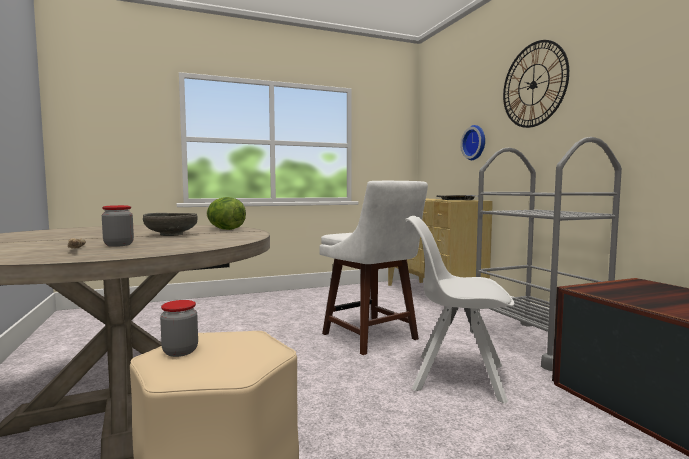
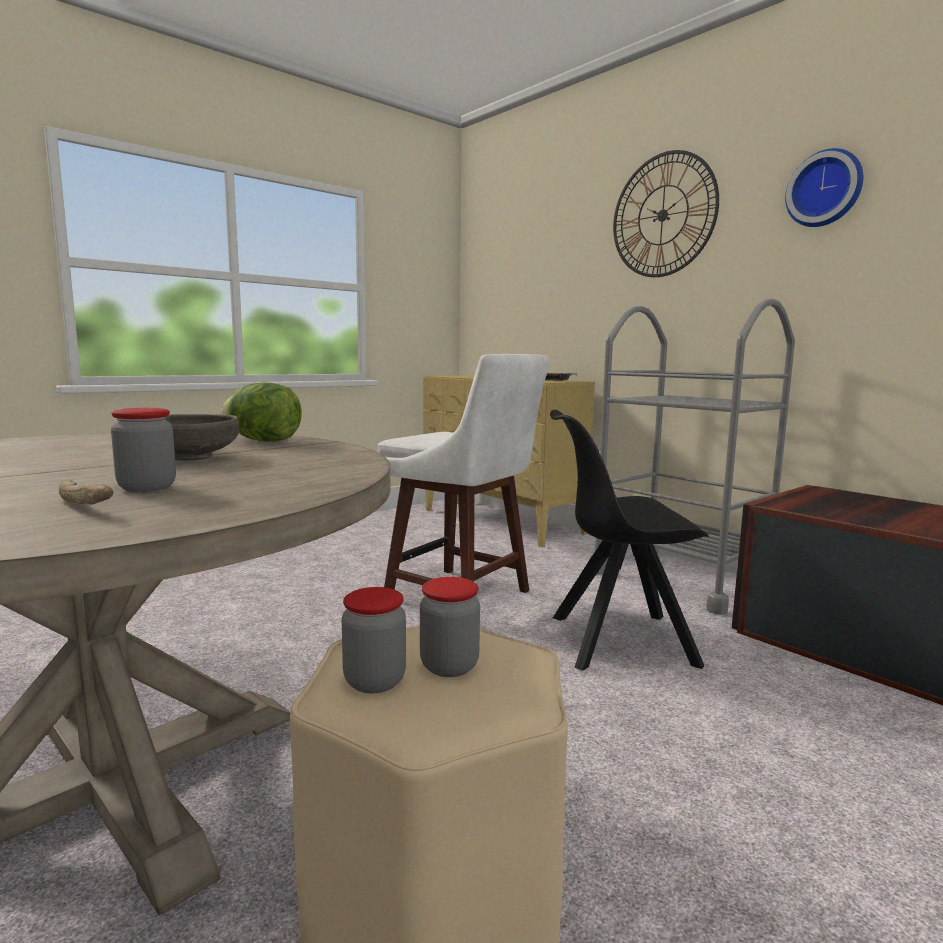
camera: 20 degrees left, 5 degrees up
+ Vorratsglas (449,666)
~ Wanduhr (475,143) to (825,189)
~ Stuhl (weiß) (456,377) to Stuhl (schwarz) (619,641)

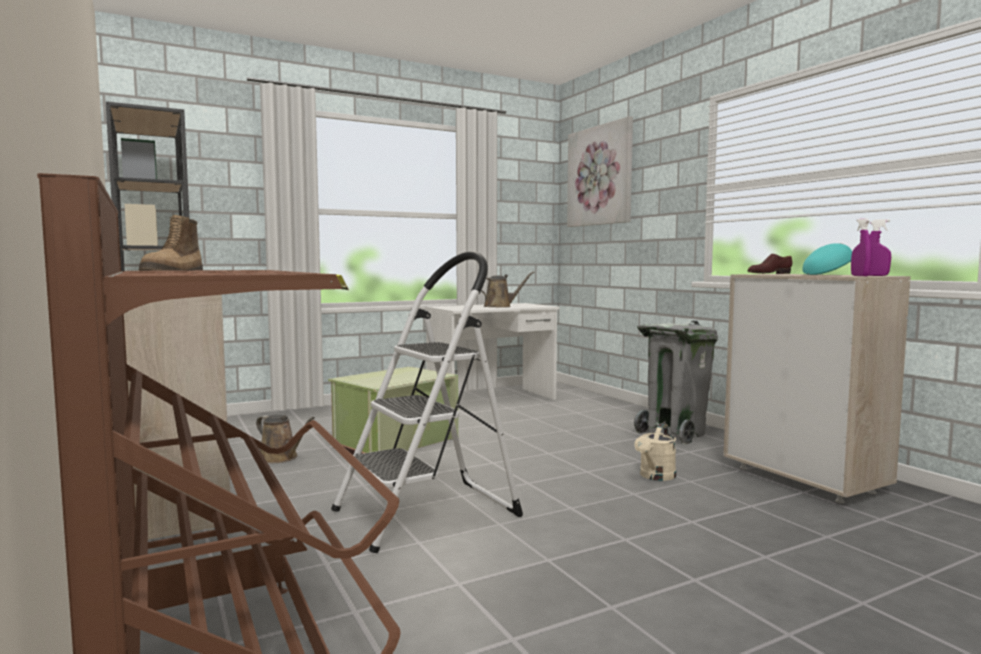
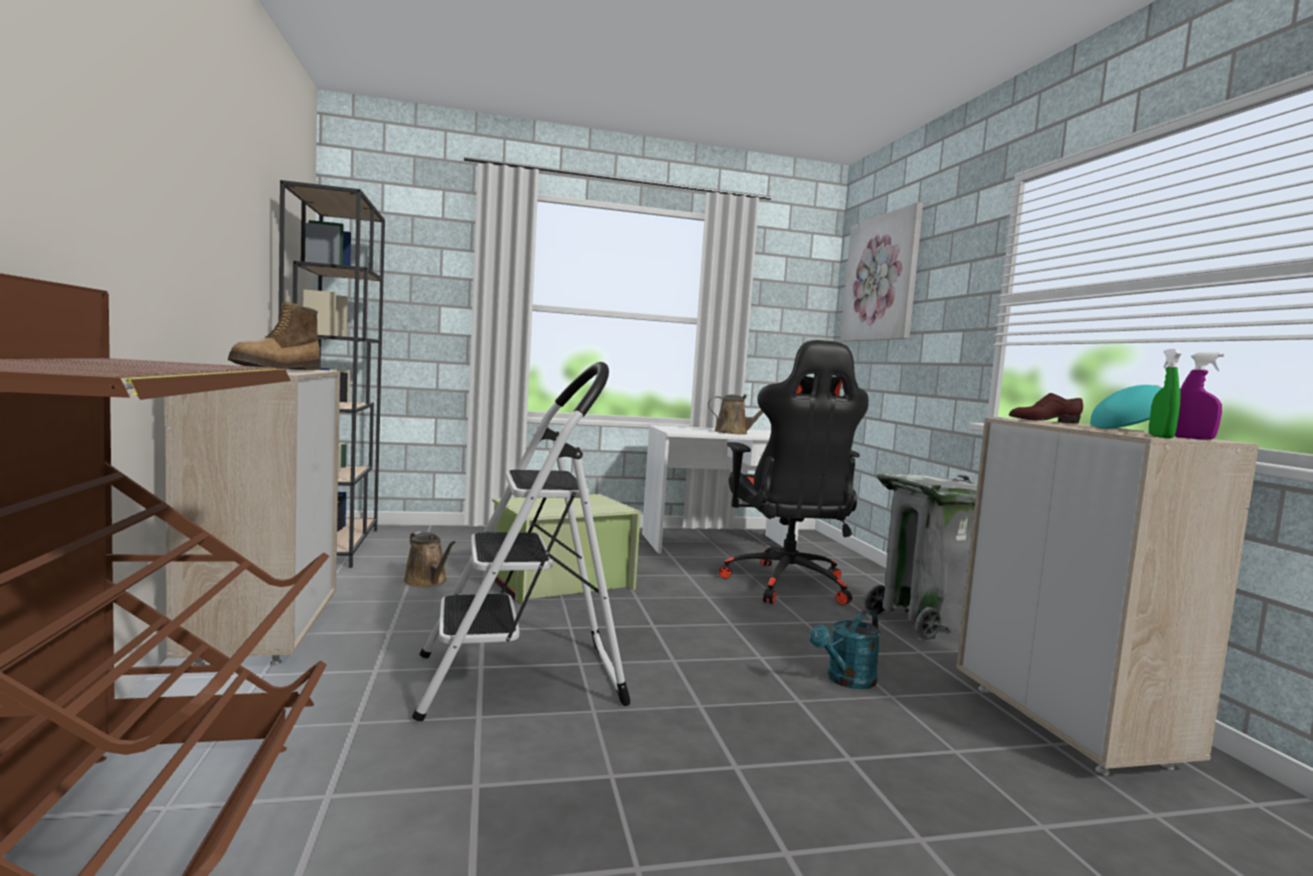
camera: 15 degrees right, 0 degrees up
+ Bürostuhl (schwarz) (783,581)
~ Gießkanne (beige) (655,477) to Gießkanne (türkis) (846,681)
~ Sprühflasche (lila) (860,276) to Sprühflasche (grün) (1160,437)

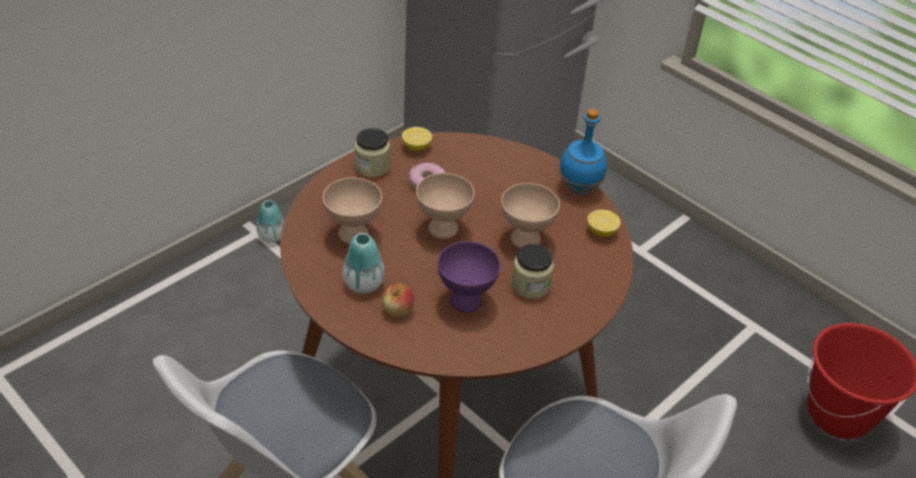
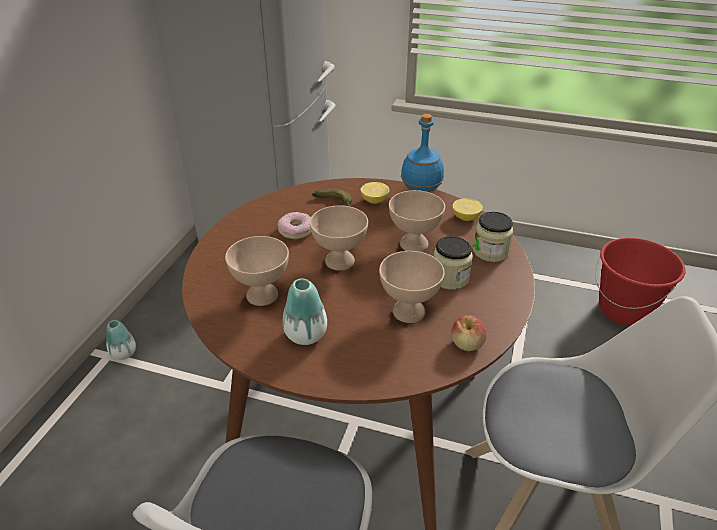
camera: 25 degrees left, 5 degrees down
+ Banane (335,203)
~ Vorratsglas (372,167) to (490,251)
~ Apfel (398,310) to (467,344)
~ Zitrone (416,147) to (374,201)
~ Schüssel (lila) (465,301) to Schüssel (beige) (409,312)

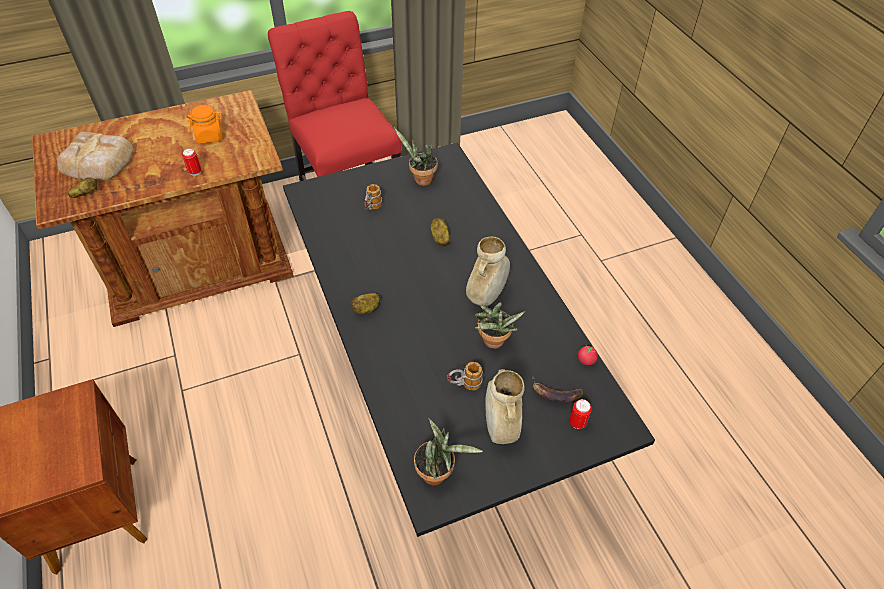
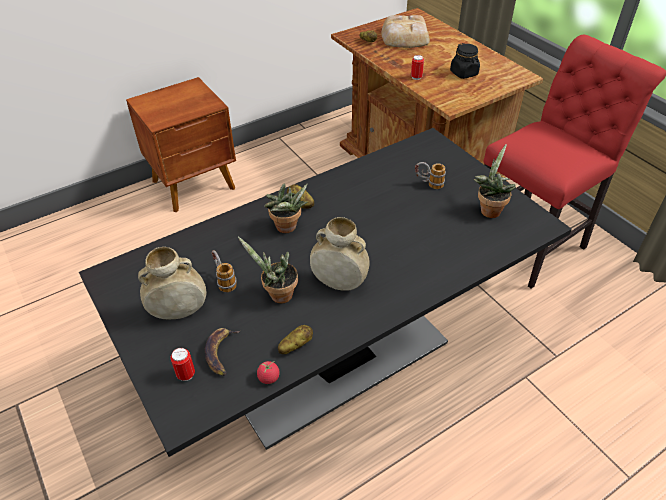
camera: 80 degrees right, 5 degrees down
~ Topfpflanze (438,473) to (287,229)
~ Kartoffel (439,238) to (295,346)
~ Vorratsglas (orange) (210,136) to Vorratsglas (schwarz) (464,73)

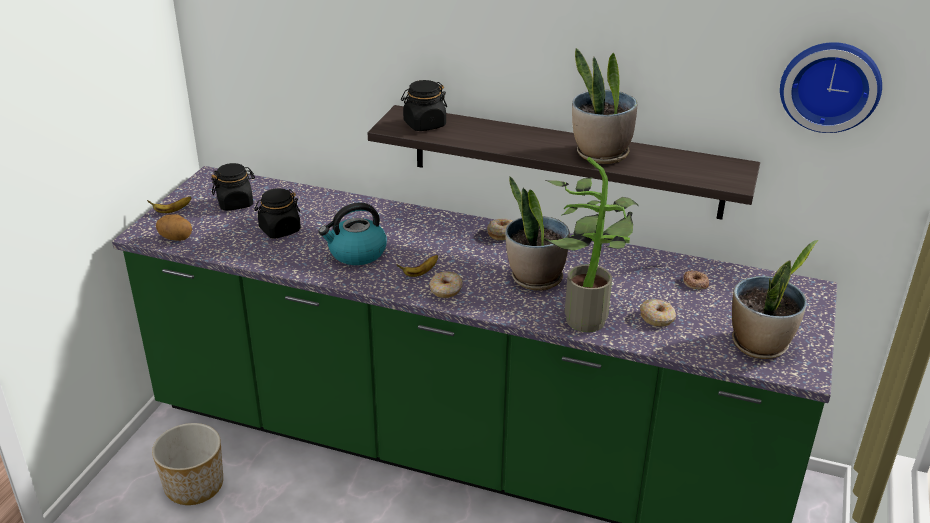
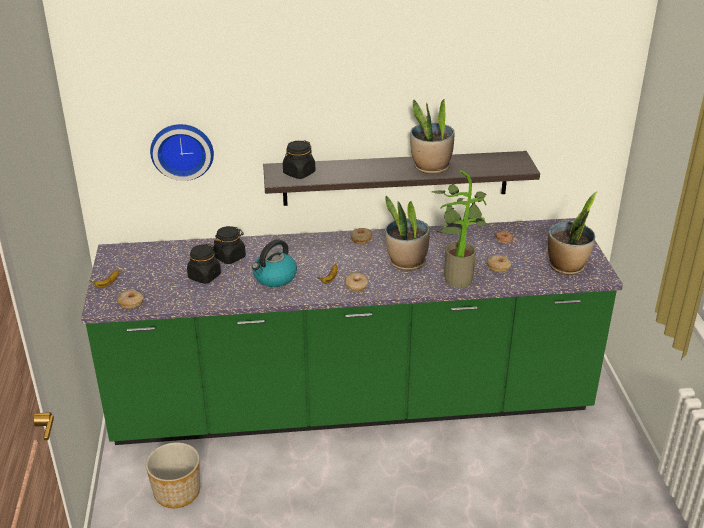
camera: 25 degrees left, 0 degrees up
~ Vorratsglas (schwarz) (235,203) to (230,257)
~ Wanduhr (830,85) to (182,150)
~ Kartoffel (176,238) to Donut (131,302)

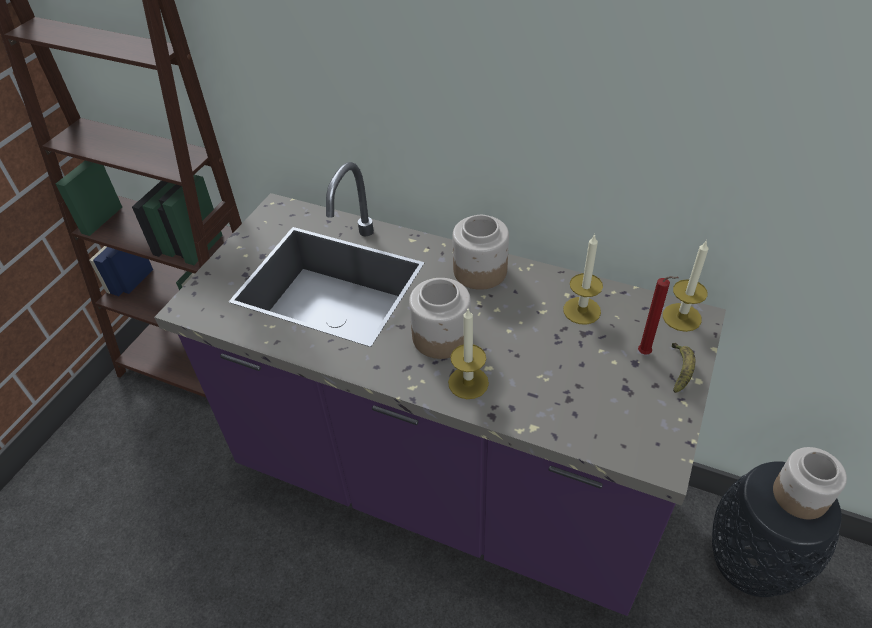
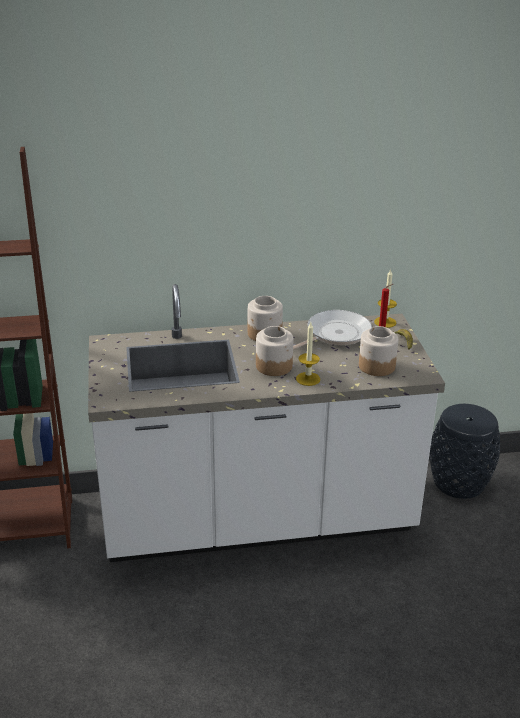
camera: 35 degrees left, 15 degrees down
~ Vorratsglas (799,495) to (376,366)
~ Kerze (582,310) to Pfanne (335,334)
~ Küchenzeile (lila) (445,485) to Küchenzeile (weiß) (258,521)

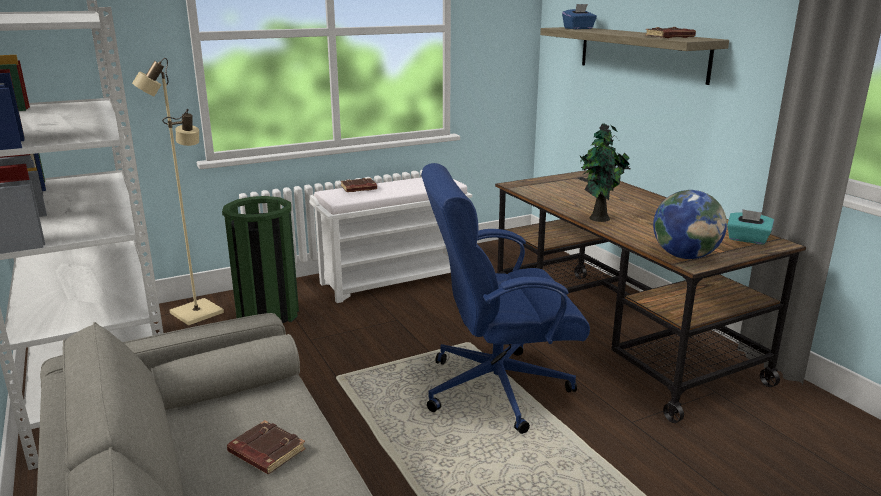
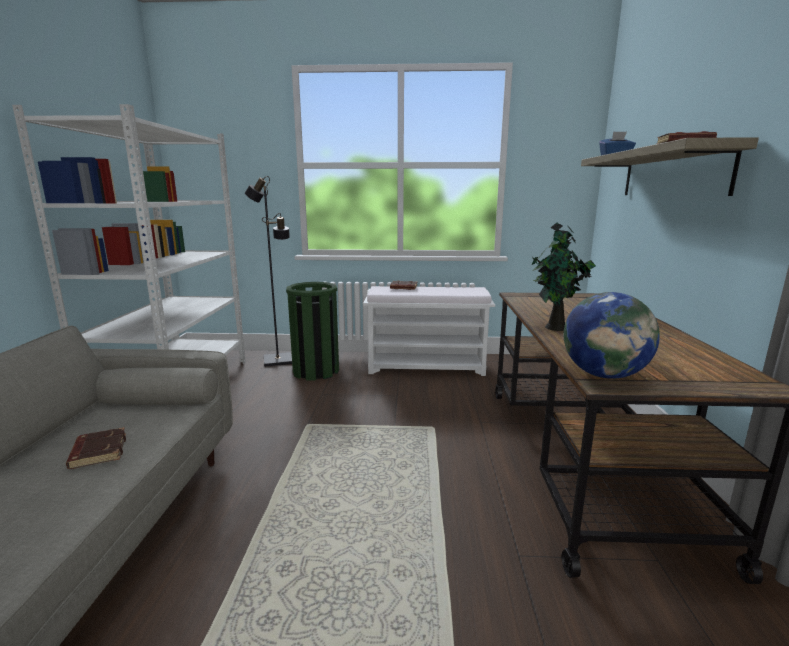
camera: 30 degrees right, 5 degrees down
- Bürostuhl (blau) (497,388)
- Taschentuchbox (türkis) (747,239)
~ Stehlampe (beige) (197,313) to Stehlampe (schwarz) (278,360)

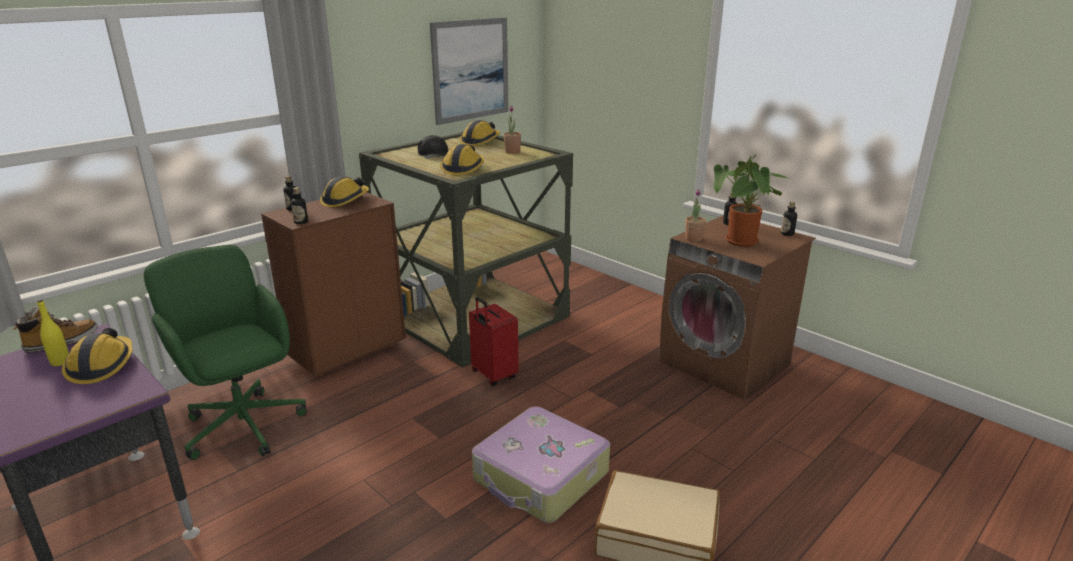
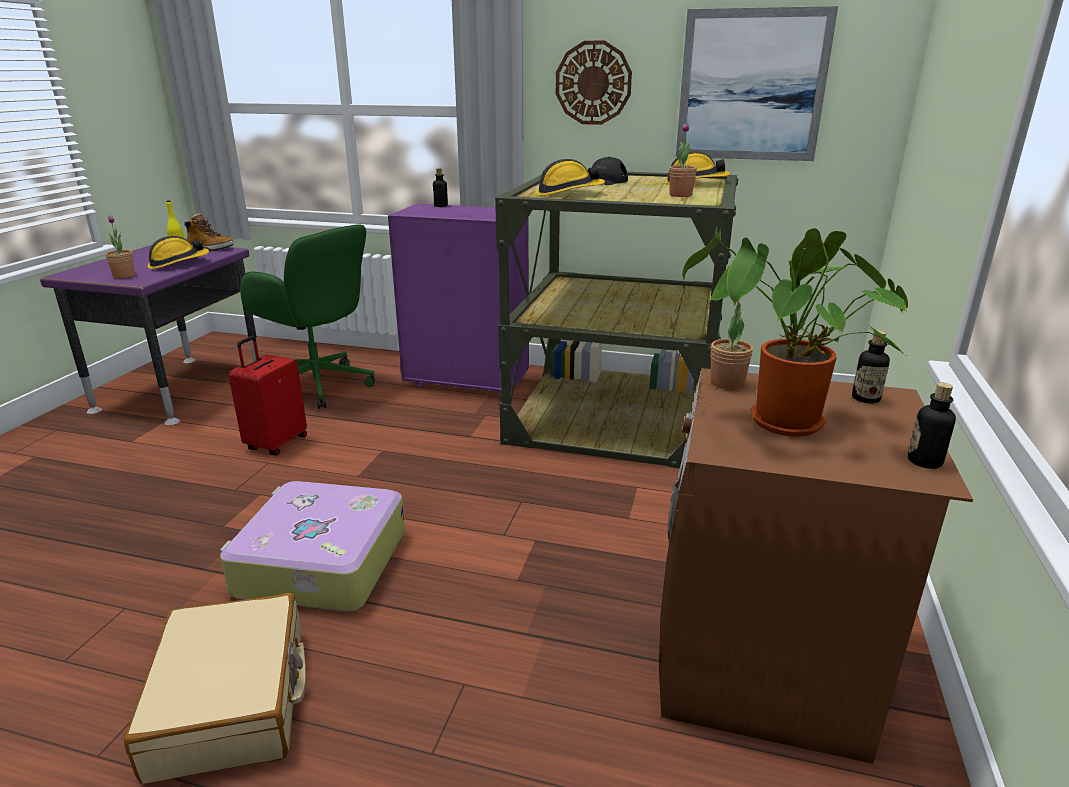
camera: 60 degrees right, 0 degrees up
- Flasche (301,222)
- Schutzhelm (345,200)
+ Topfpflanze (124,276)
+ Wanduhr (593,83)
~ Koffer (rot) (493,375) to (276,443)
~ Schrank (braun) (349,352) to Schrank (lila) (469,382)
~ Bürostuhl (grün) (243,425) = (318,386) 105 degrees clockwise

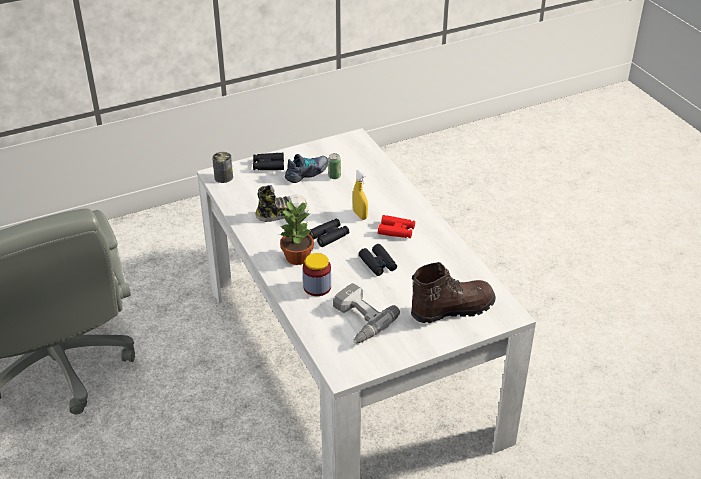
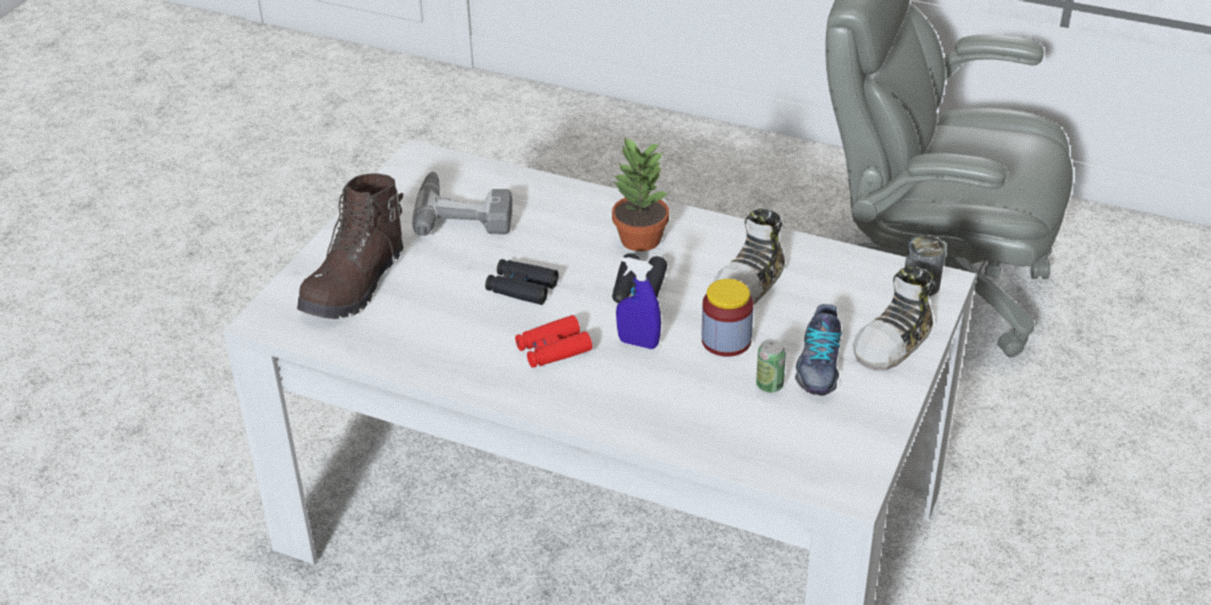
camera: 140 degrees right, 0 degrees up
~ Vorratsglas (317,287) to (726,340)
~ Fernglas (schwarz) (268,165) to Schuh (895,342)
~ Sprühflasche (gelb) (360,215) to Sprühflasche (blau) (638,343)

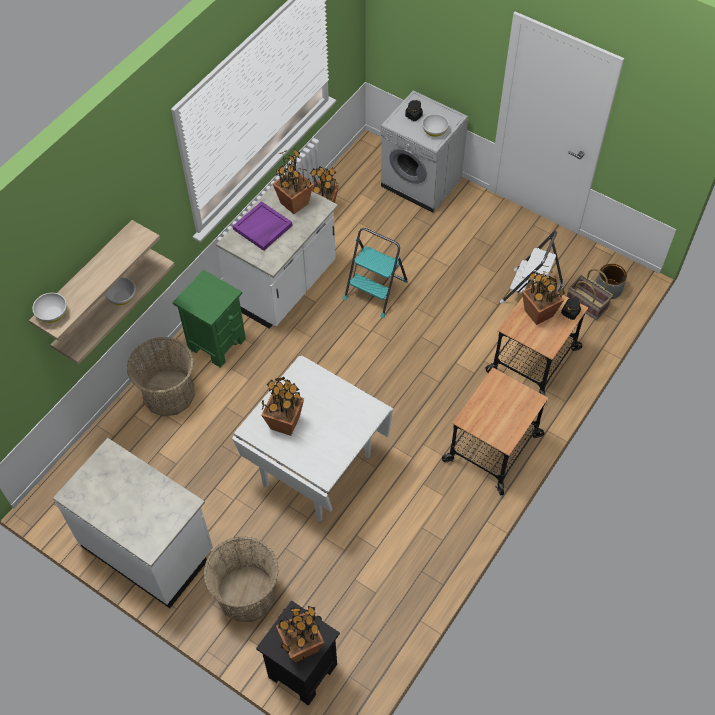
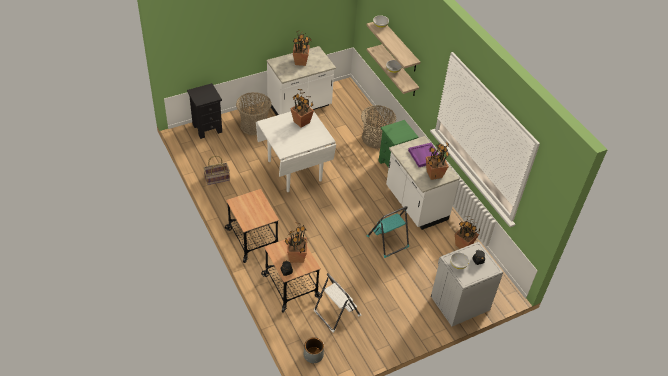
camera: 115 degrees right, 10 degrees down
~ Topfpflanze (301,645) to (301,62)
~ Korb (587,304) to (217,179)

